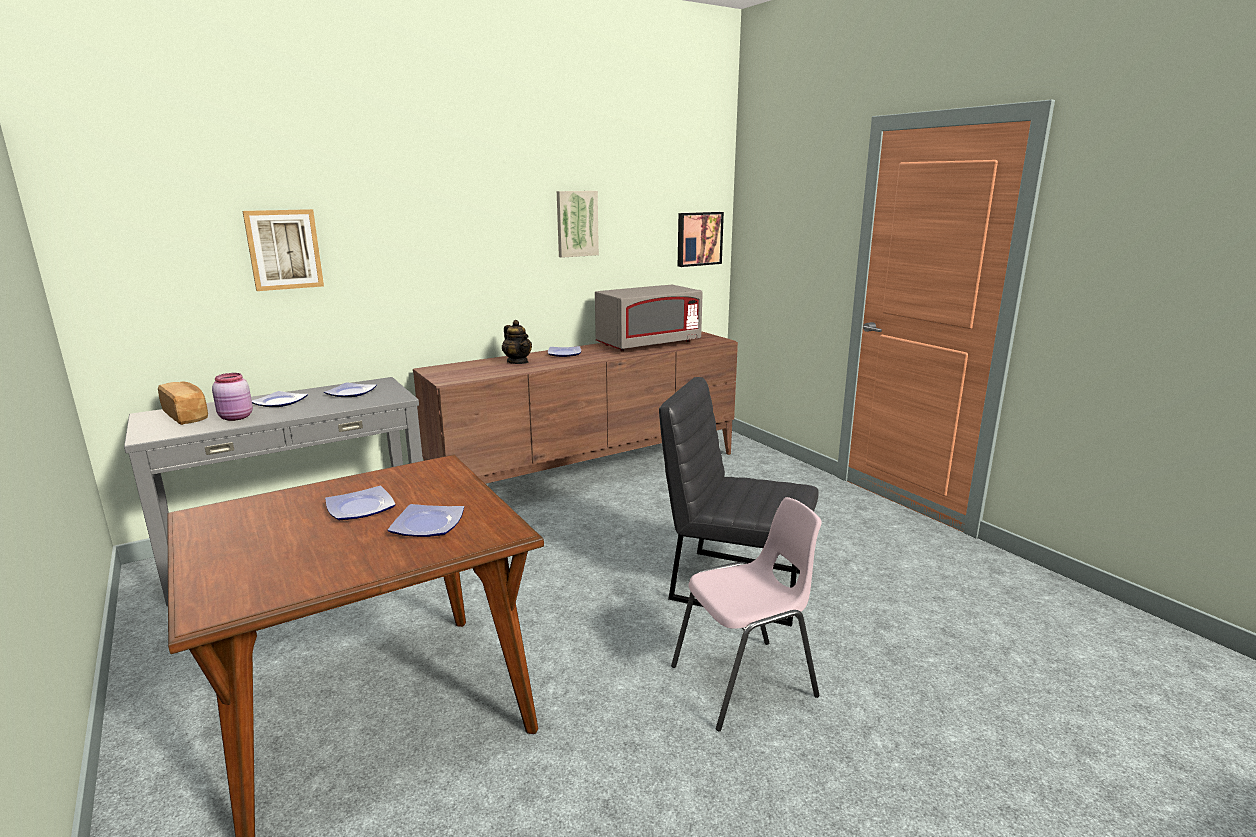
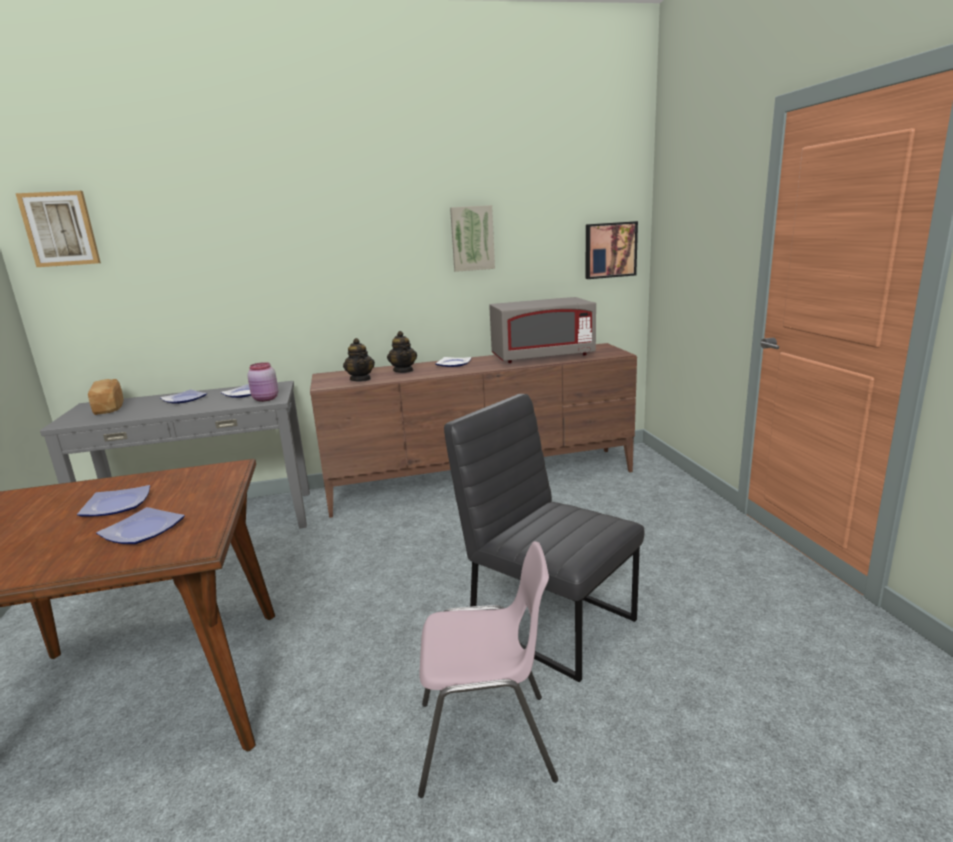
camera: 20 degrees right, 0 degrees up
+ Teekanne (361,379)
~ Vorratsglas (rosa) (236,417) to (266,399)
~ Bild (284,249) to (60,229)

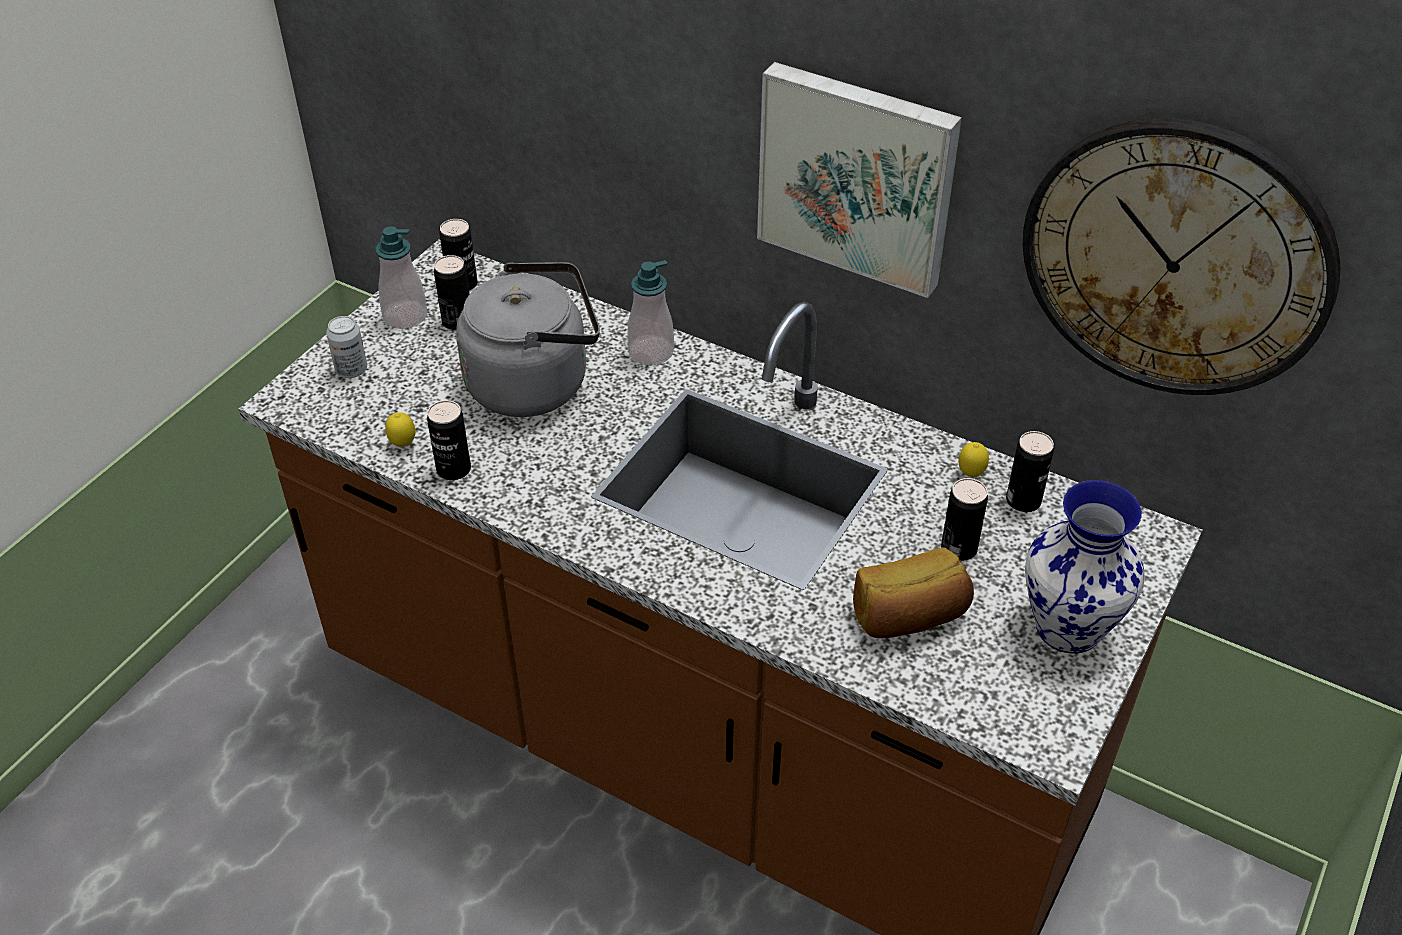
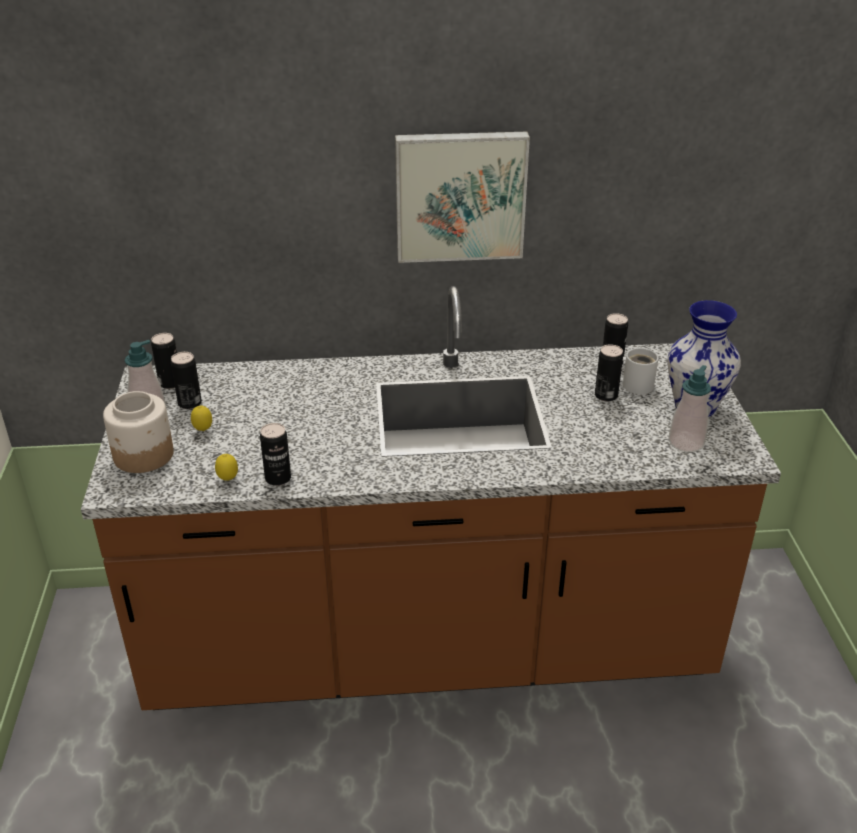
camera: 35 degrees left, 10 degrees down
- Wasserkessel (grau) (535,382)
- Brot (910,616)
- Wanduhr (1176,259)
+ Henkelbecher (weiß) (634,384)
~ Seifenspender (651,352) to (686,443)
~ Zitrone (970,474) to (203,430)
~ Dose (351,370) to Vorratsglas (143,455)

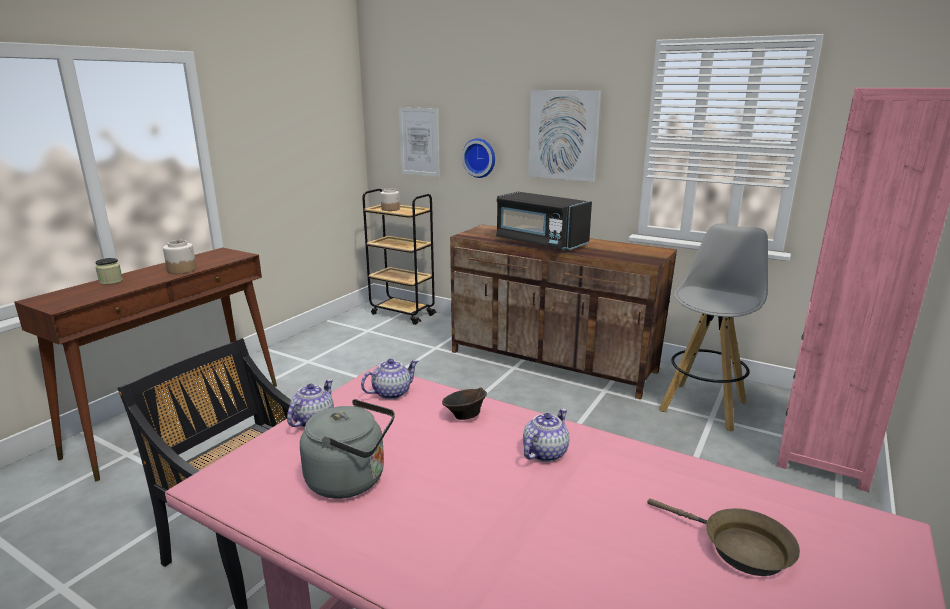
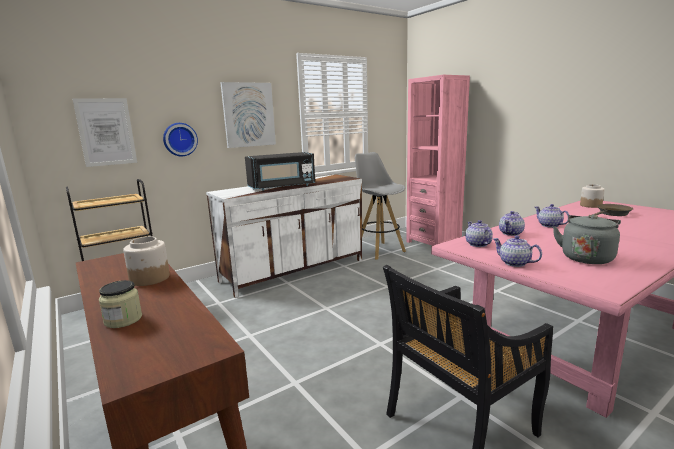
camera: 65 degrees left, 5 degrees down
~ Vorratsglas (390,209) to (590,205)
~ Schüssel (braun) (464,416) to Teekanne (511,233)
~ Schrank (braun) (552,362) to Schrank (weiß) (295,270)

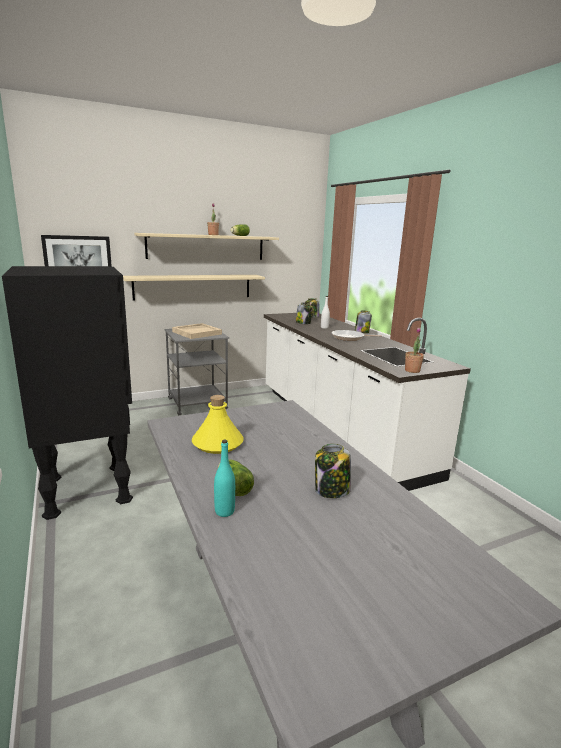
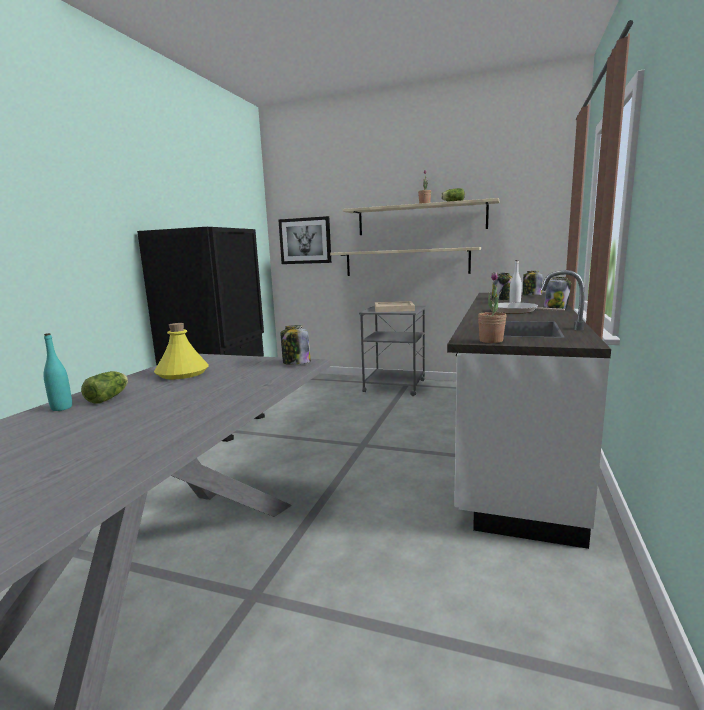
camera: 45 degrees right, 5 degrees down
~ Vorratsglas (331,491) to (296,363)

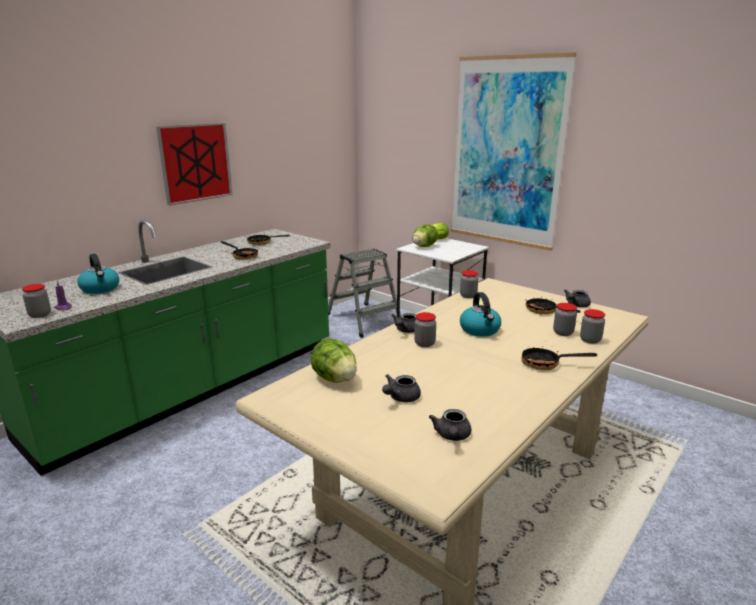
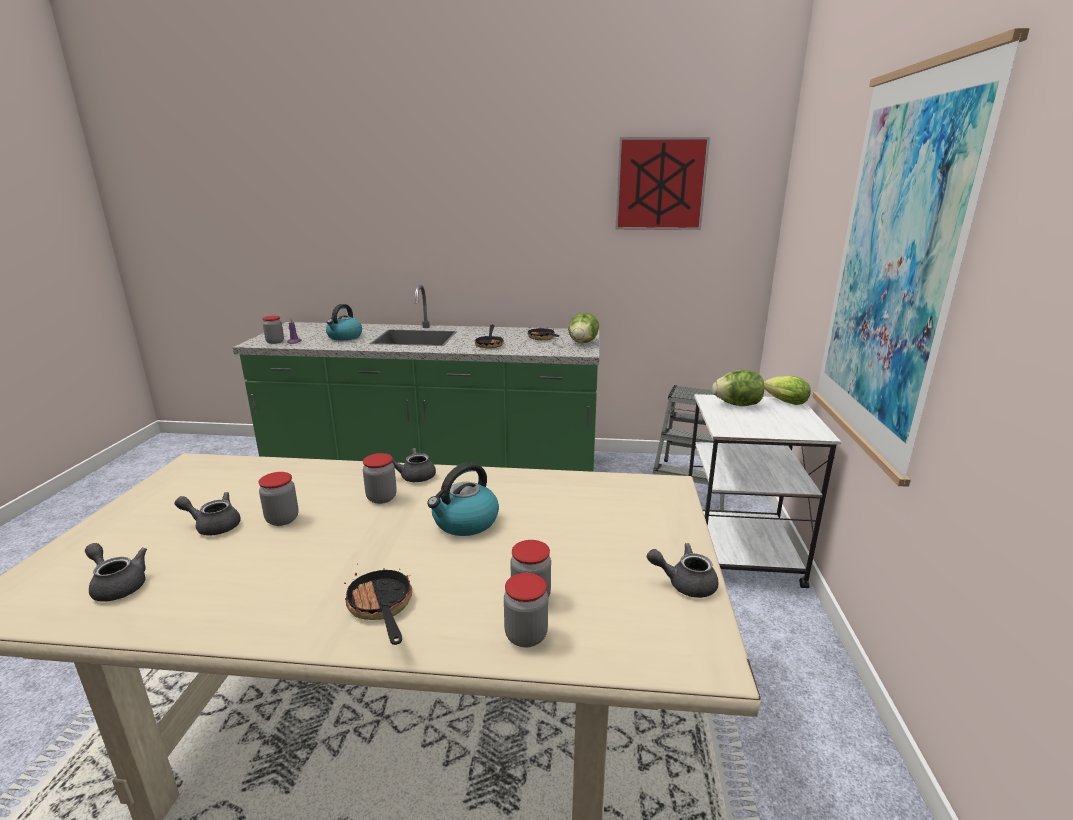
camera: 55 degrees right, 0 degrees up
- Pfanne (545,311)
~ Bild (195,162) to (660,184)
~ Salatkopf (335,379) to (583,342)
~ Vorratsglas (468,296) to (282,519)
~ Teekanne (grau) (452,436) = (117,585) 60 degrees clockwise

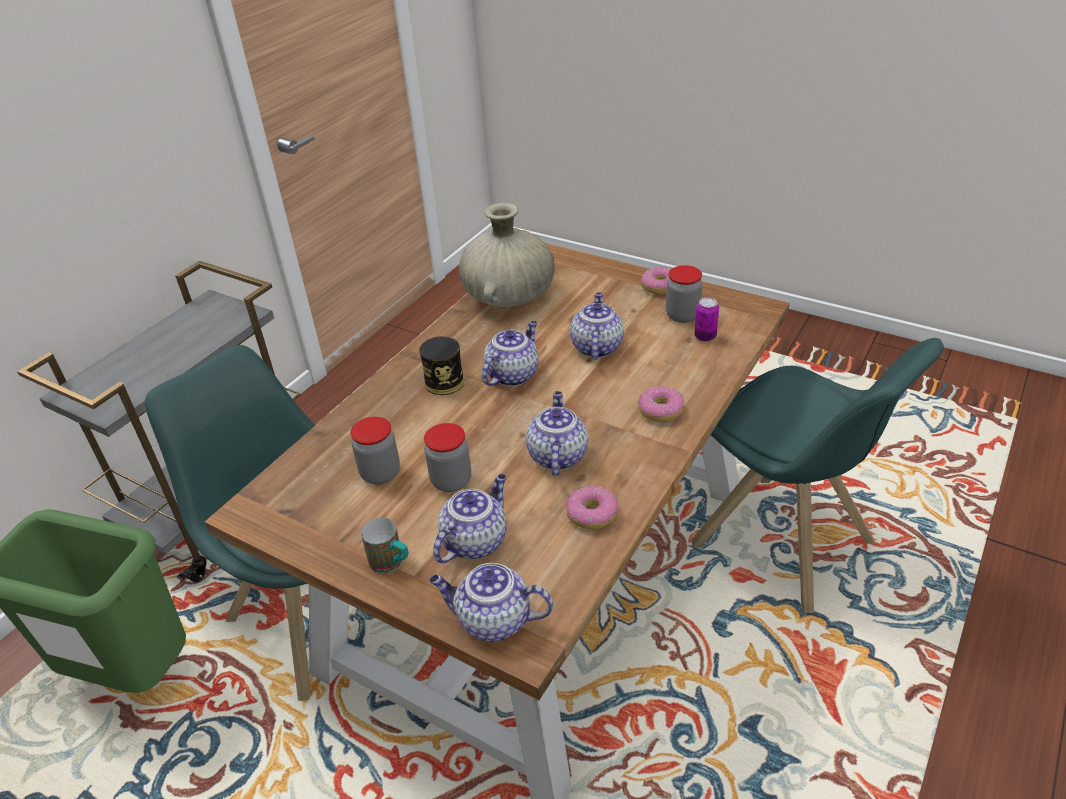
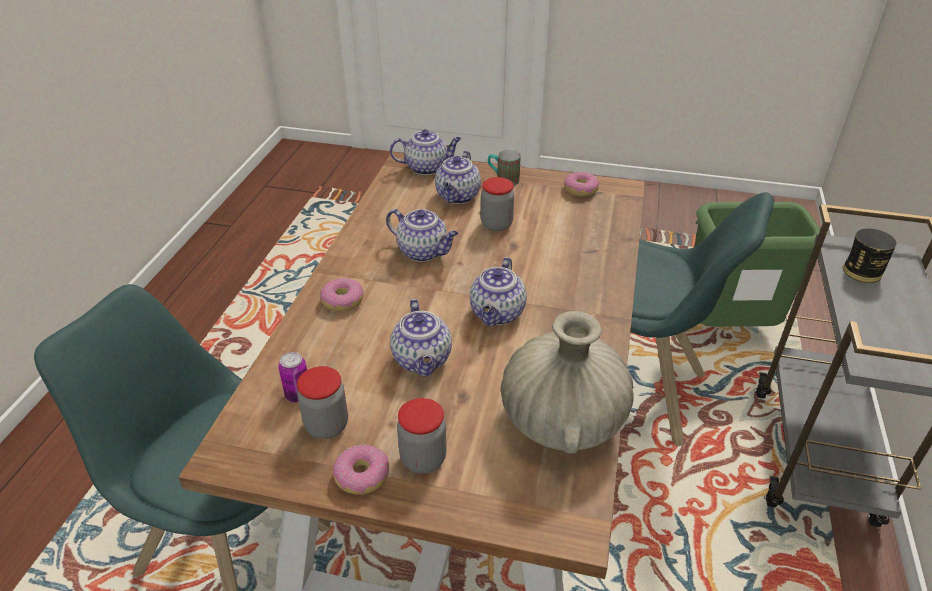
camera: 160 degrees right, 0 degrees up
~ Vorratsglas (380,473) to (423,459)
~ Dose (444,382) to (862,271)
~ Donut (592,514) to (580,190)
~ Teekanne (557,455) = (424,252) 45 degrees counterclockwise

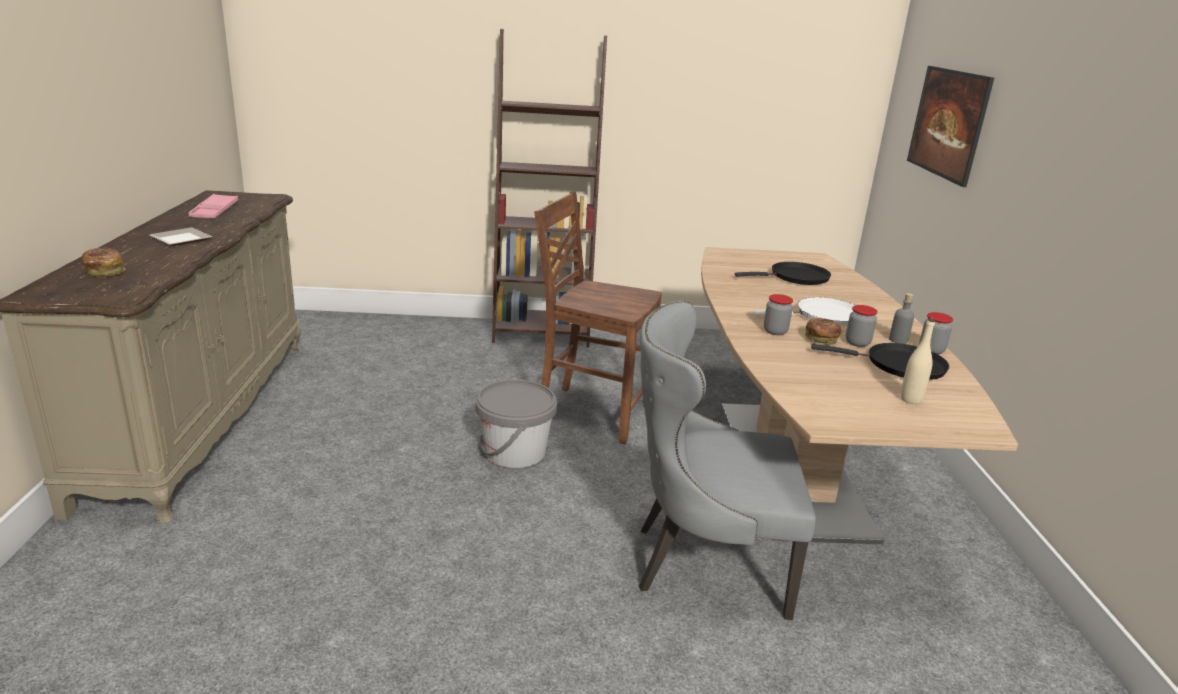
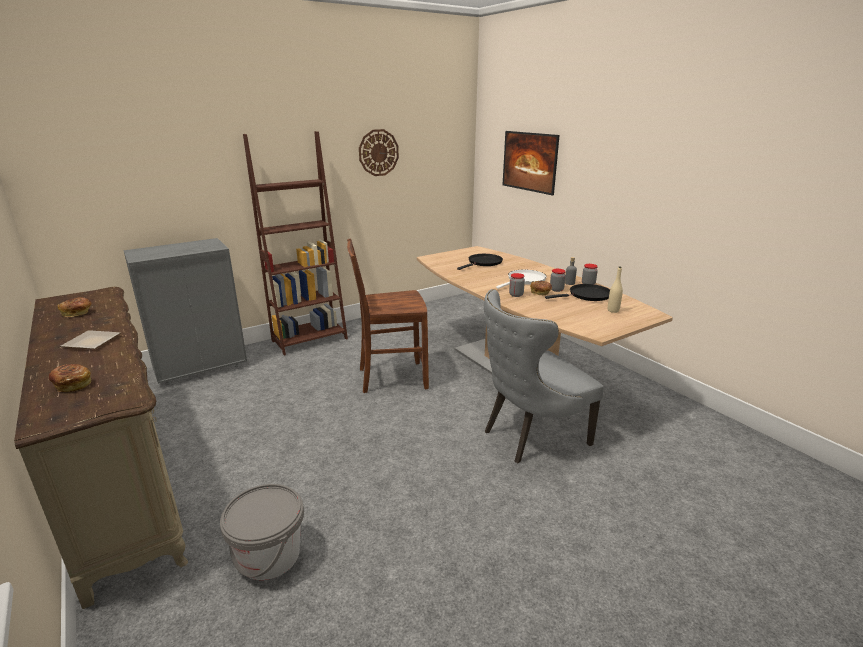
camera: 30 degrees left, 0 degrees up
+ Schrank (grau) (202,368)
+ Wanduhr (378,152)
~ Eimer (grau) (514,452) to (269,555)
~ Tablett (rosa) (214,211) to Brot (77,313)

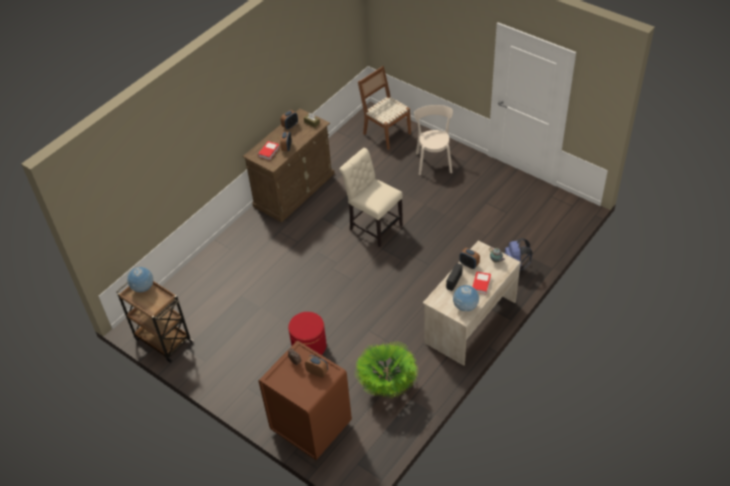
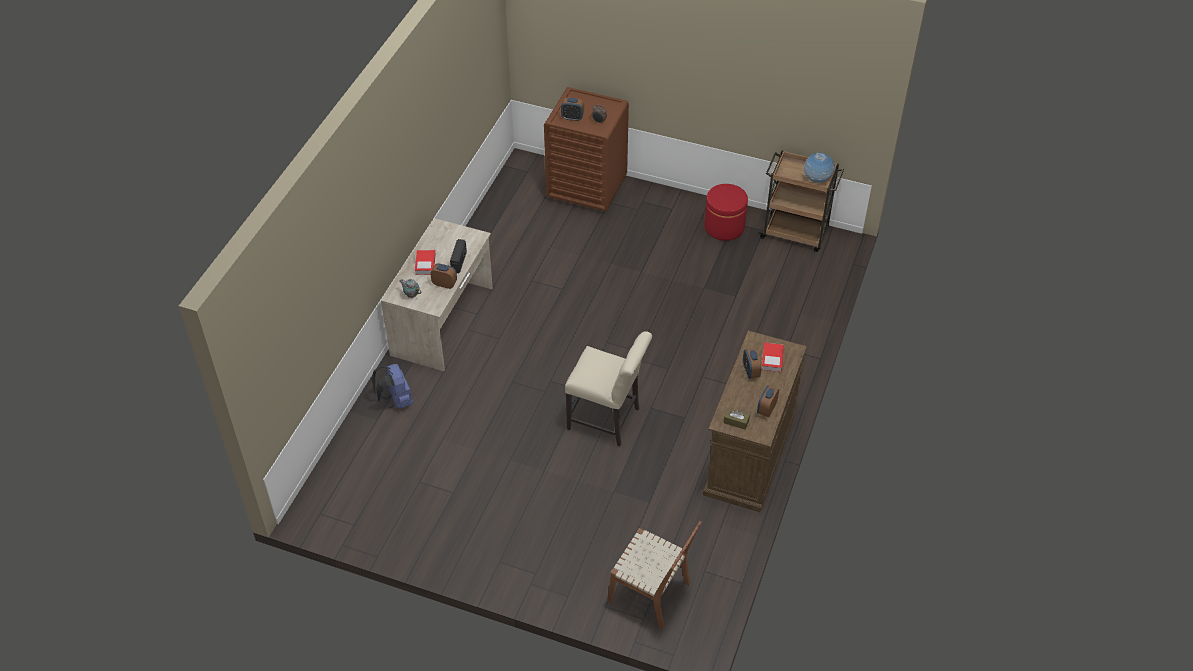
camera: 160 degrees right, 0 degrees up
- Topfpflanze (387,385)
- Stuhl (beige) (433,161)
- Globus (465,307)
~ Polsterhocker (rot) (309,346) to (724,227)

